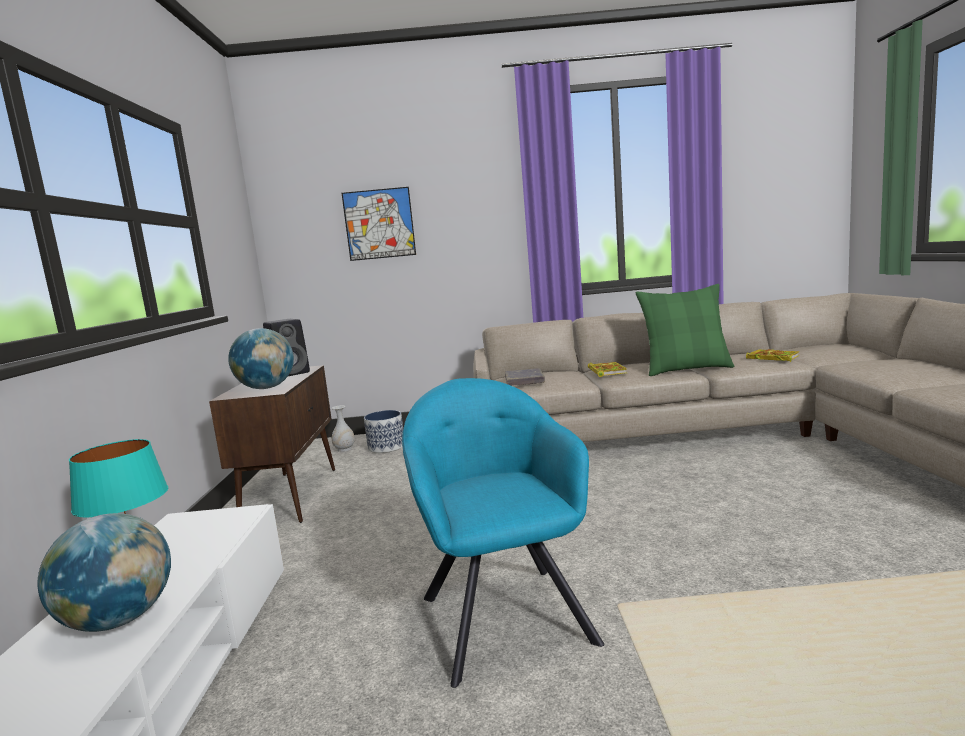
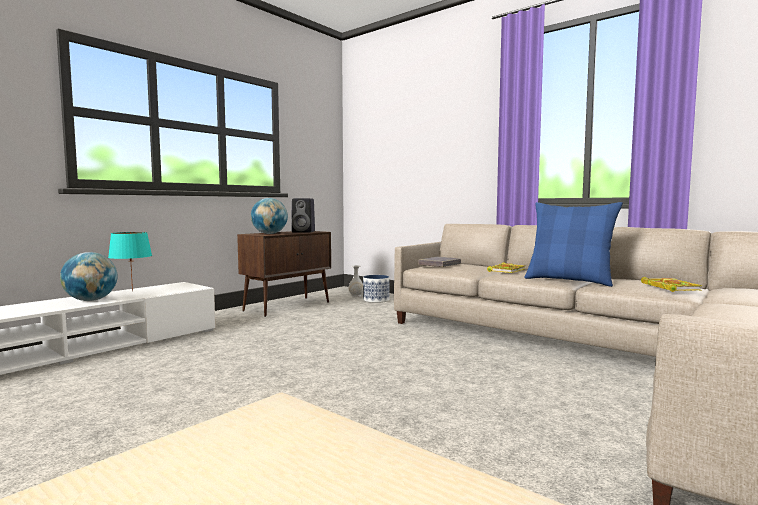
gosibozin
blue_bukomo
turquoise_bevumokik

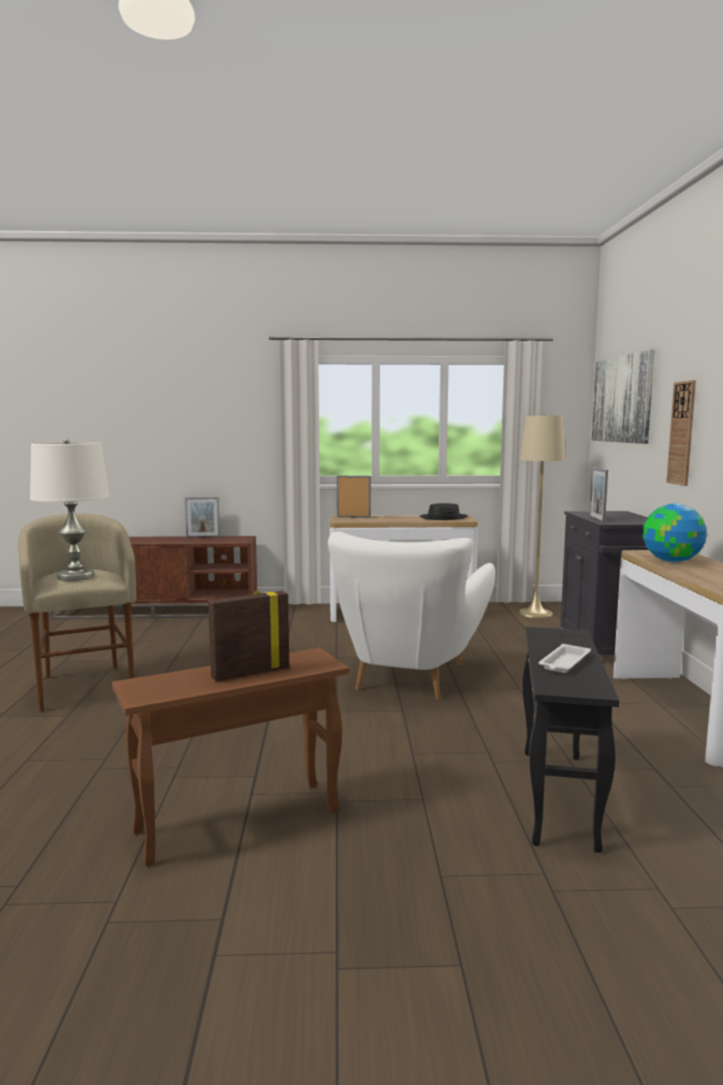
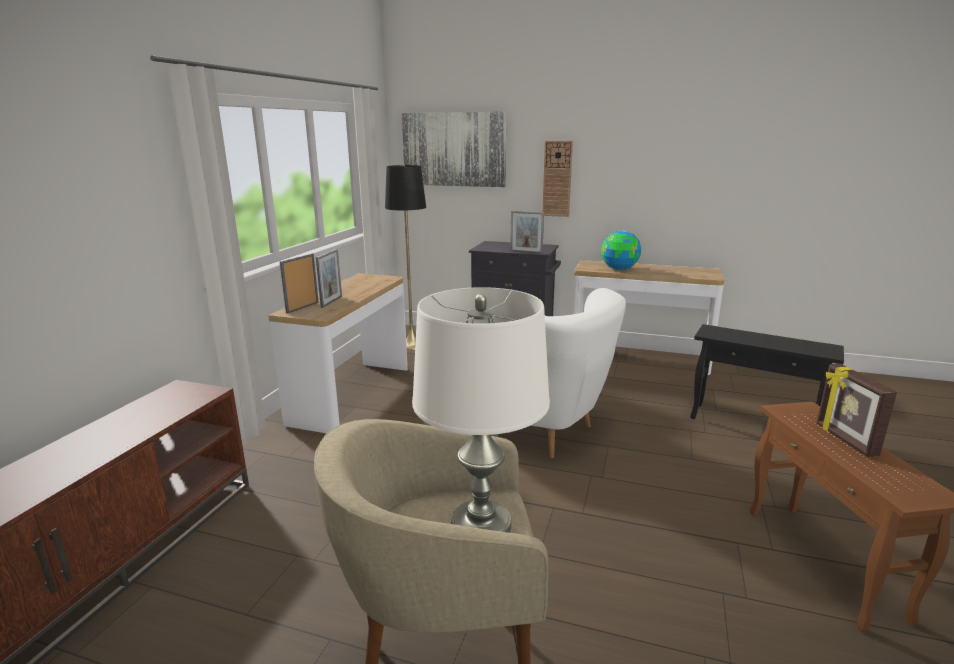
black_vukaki
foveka (2nd from left)
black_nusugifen
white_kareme

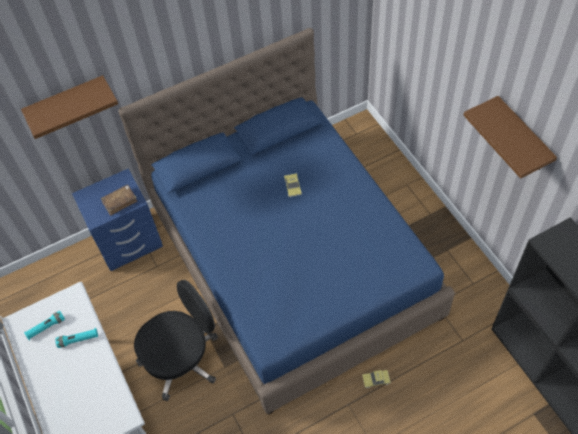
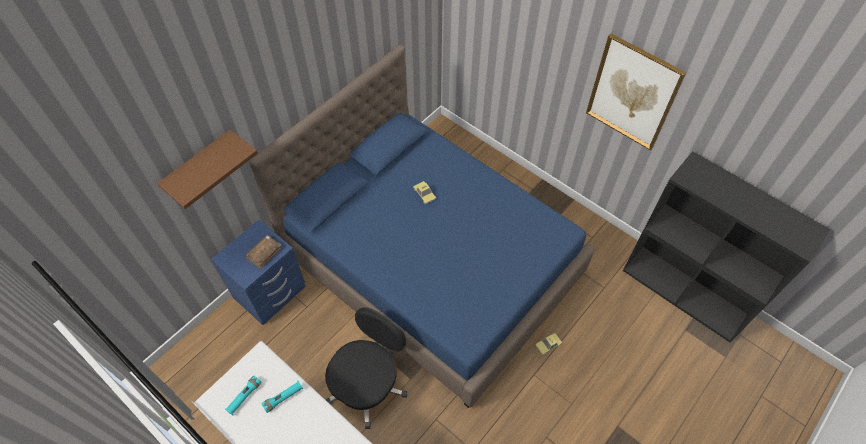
gosibozin

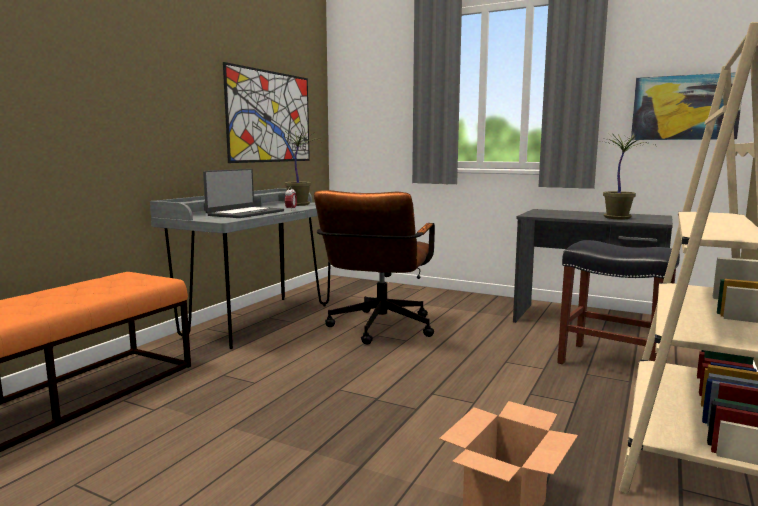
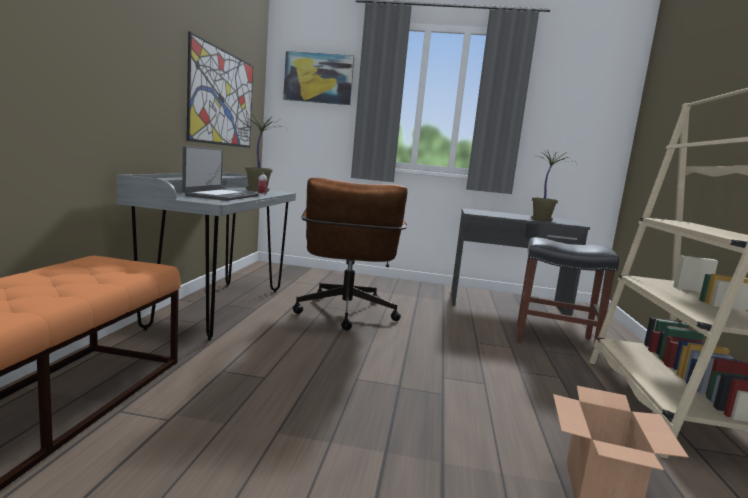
gosibozin (2nd from left)

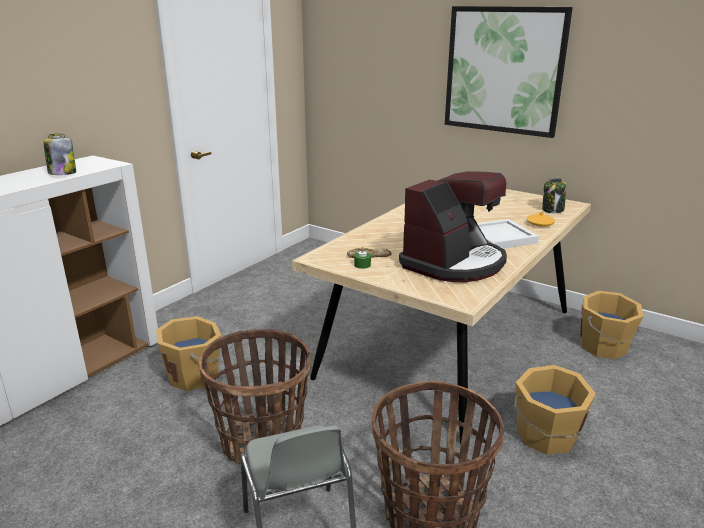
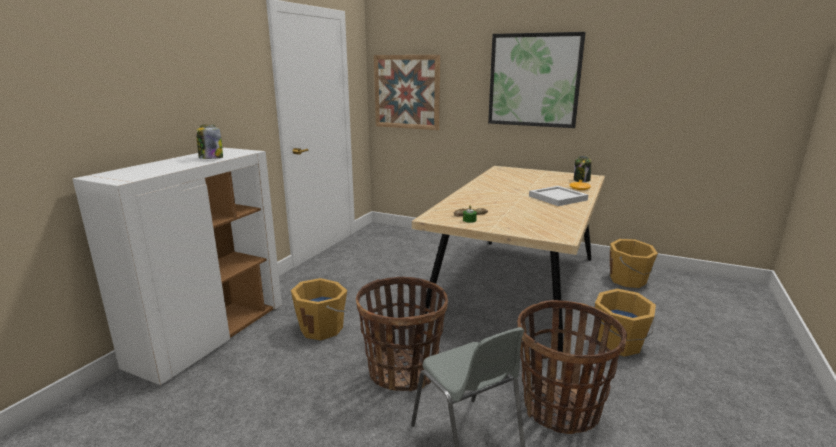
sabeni
gosibozin (1st from left)

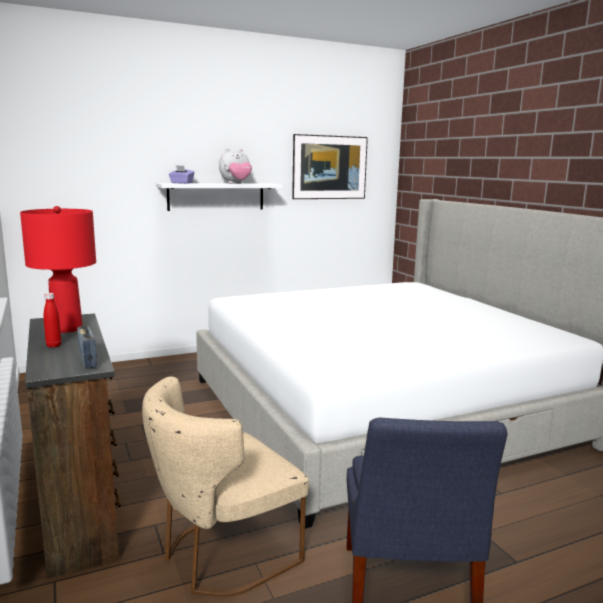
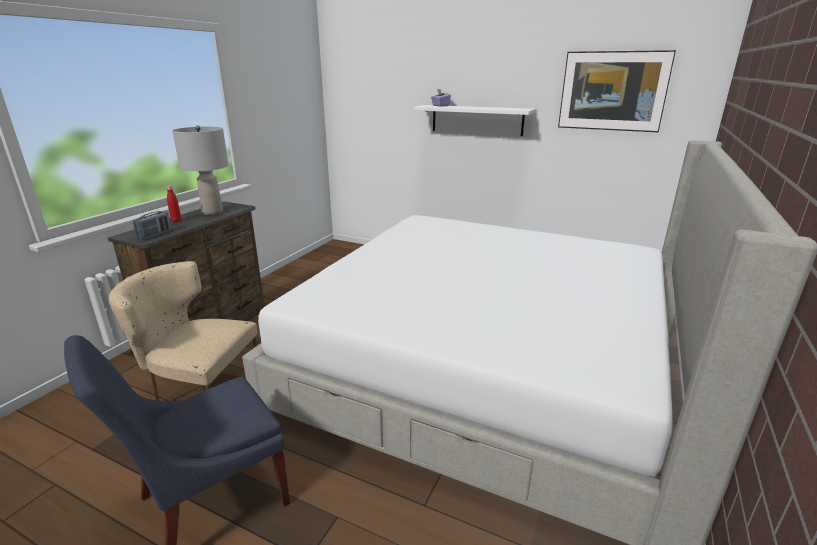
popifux
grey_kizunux

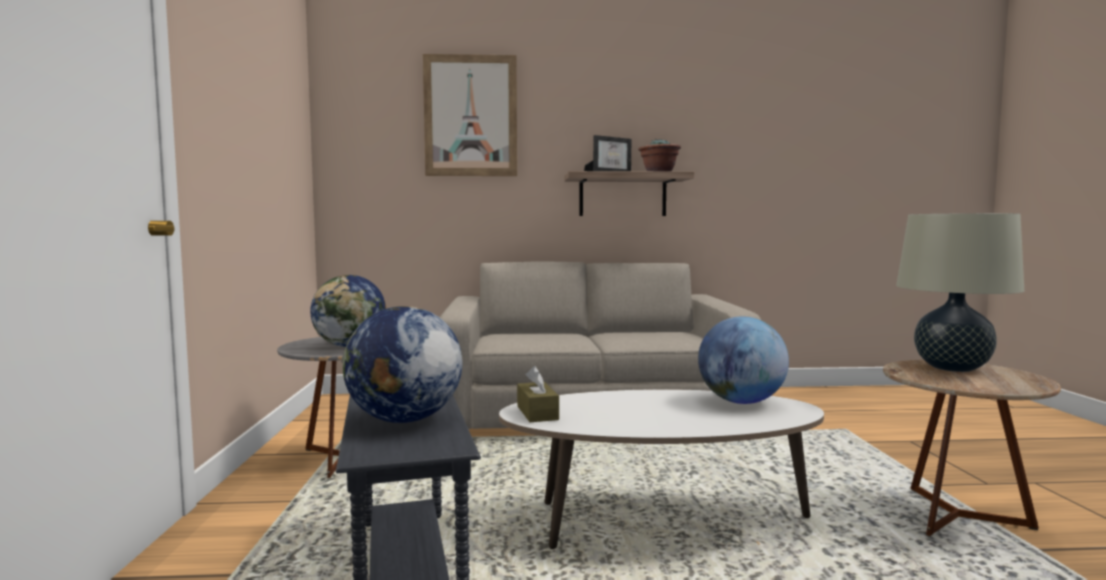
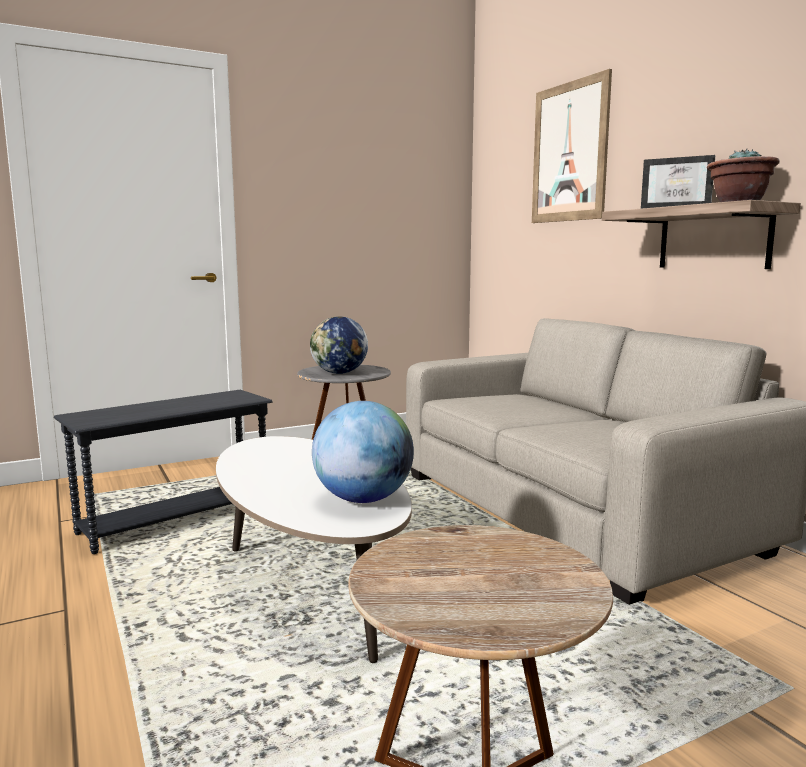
beige_kizunux
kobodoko (2nd from left in the first image)
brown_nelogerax

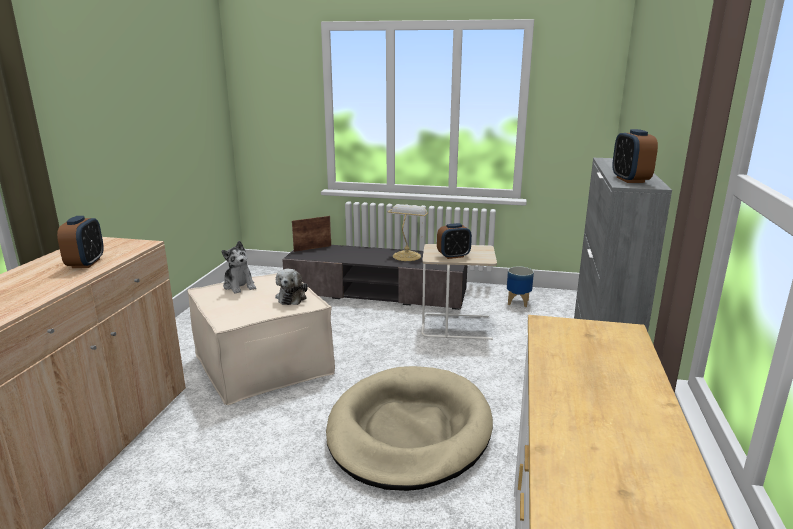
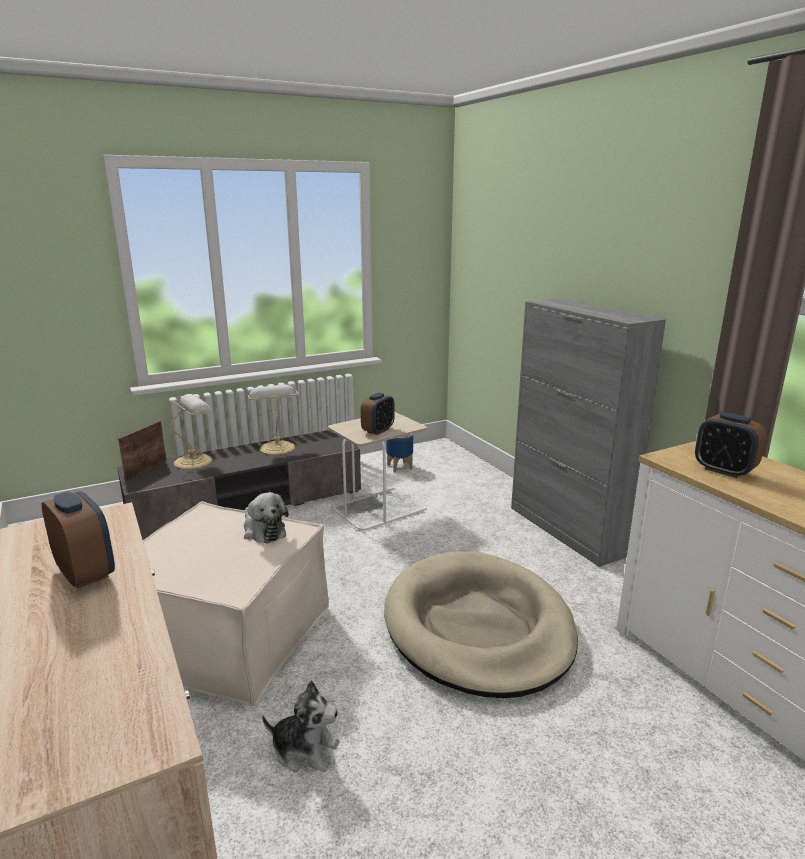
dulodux (3rd from left)
popifux (2nd from left)
kizunux (1st from left)

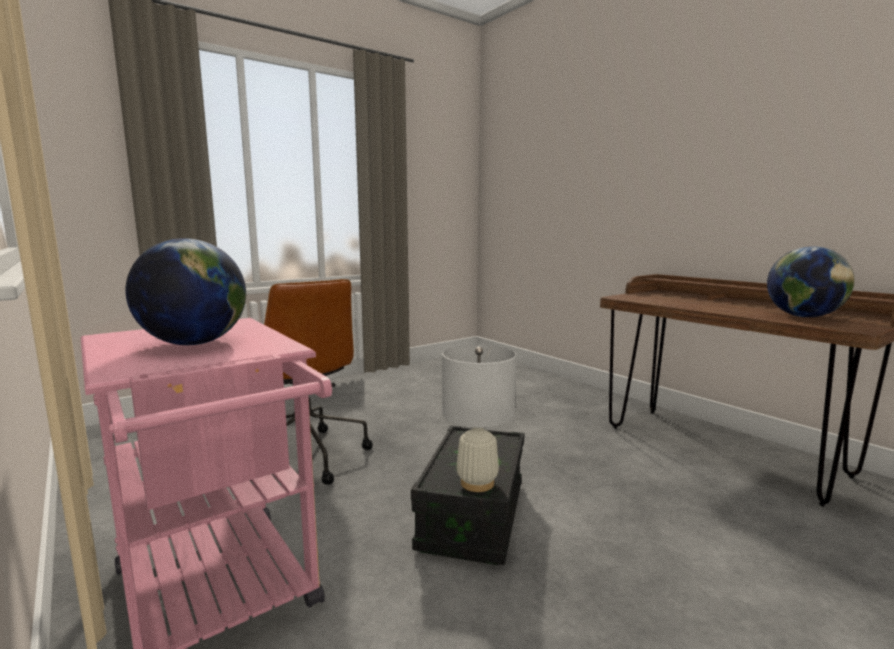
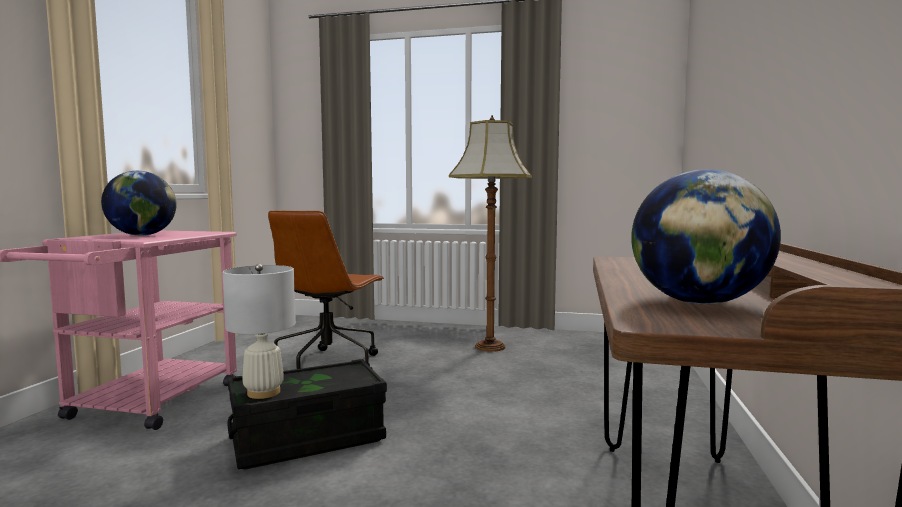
vukaki

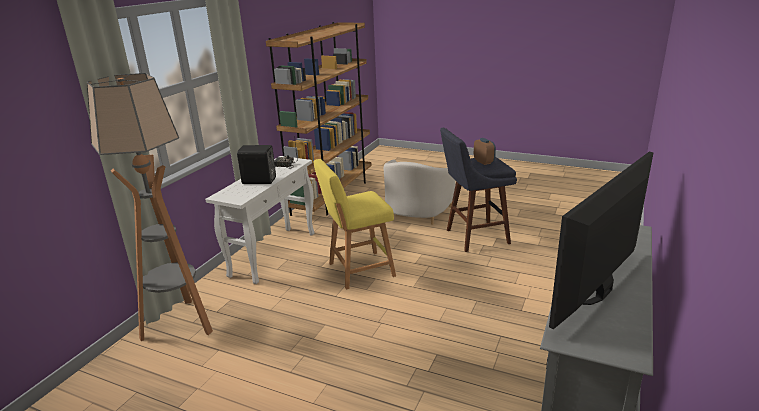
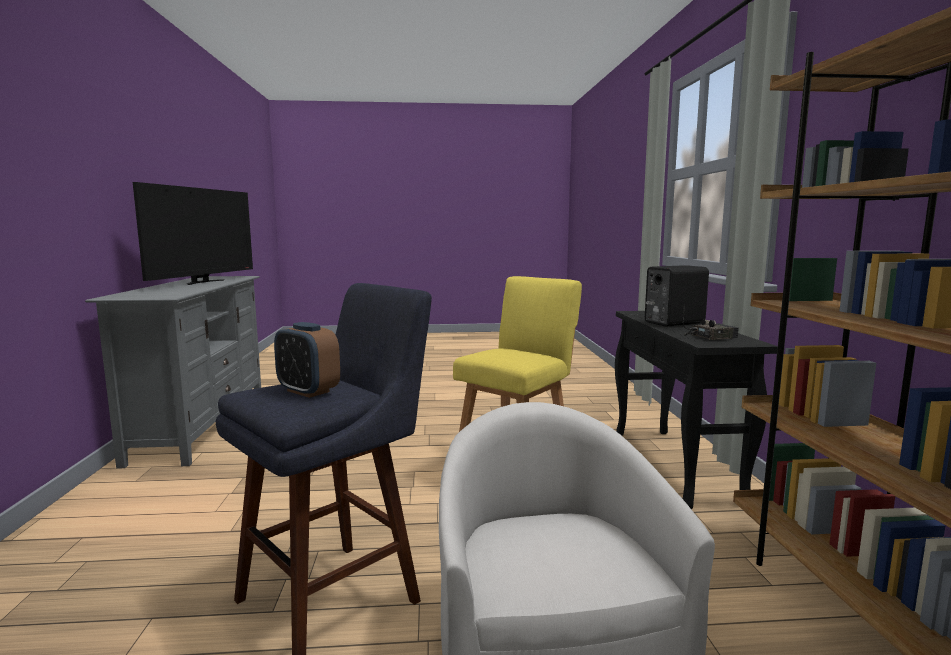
vukaki
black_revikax

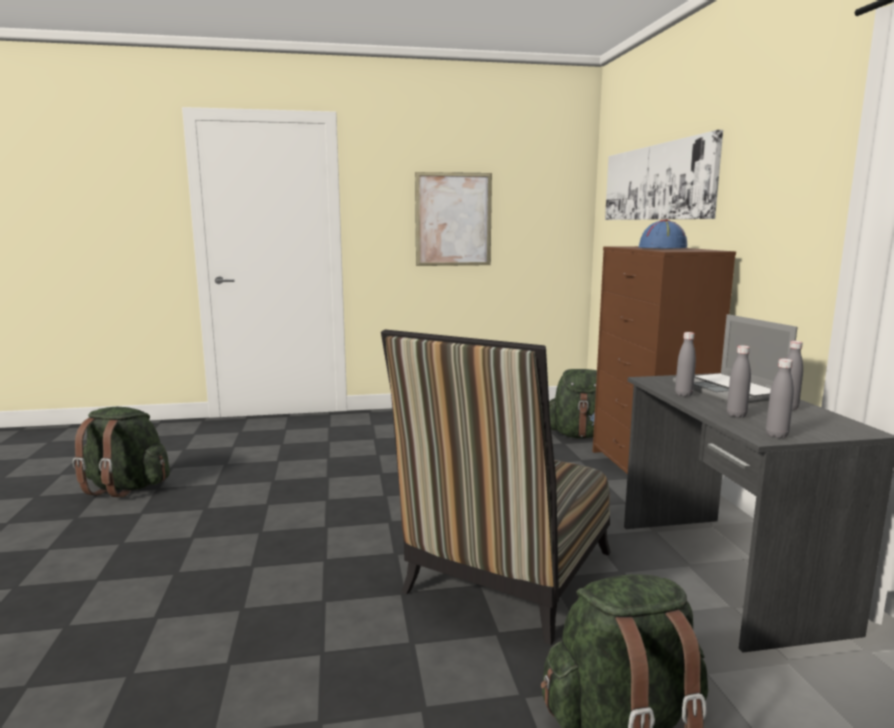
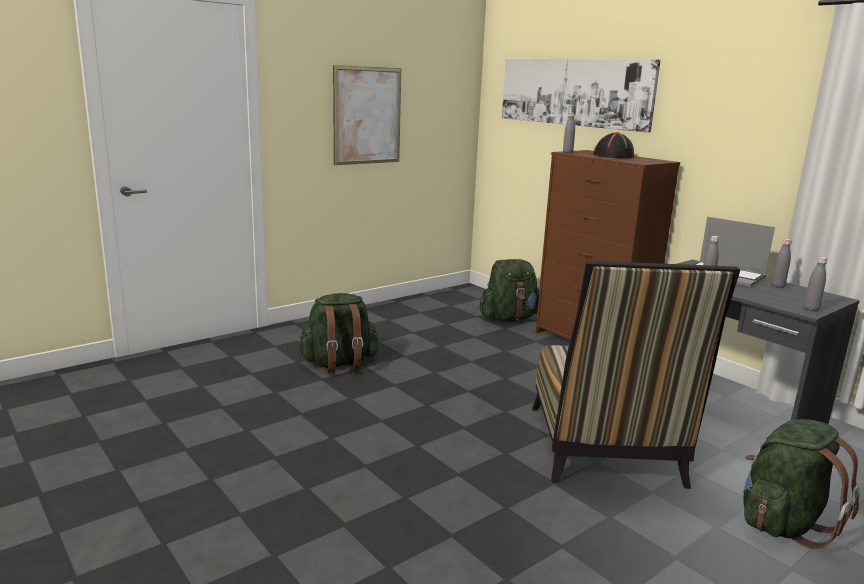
black_nusugifen
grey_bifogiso (1st from left)
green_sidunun (1st from left)

